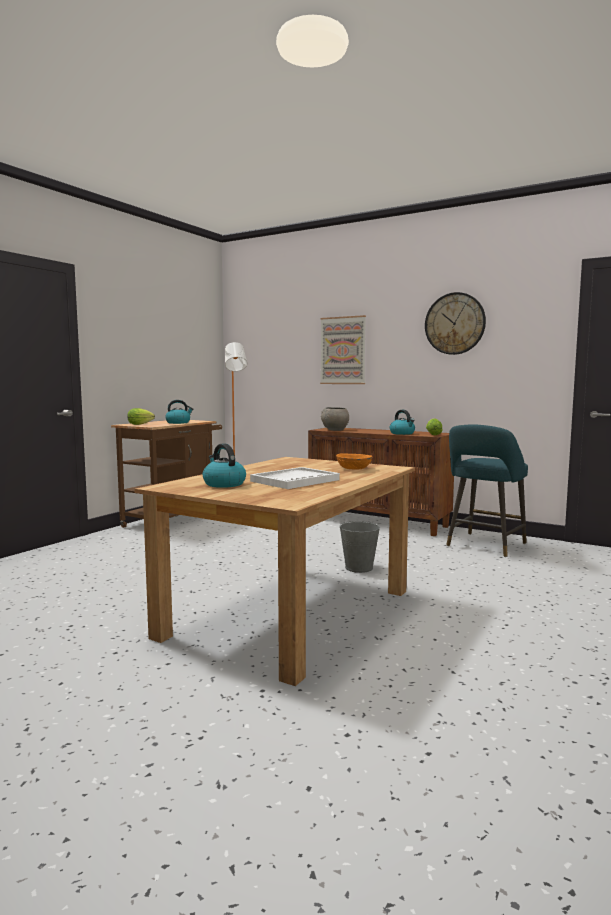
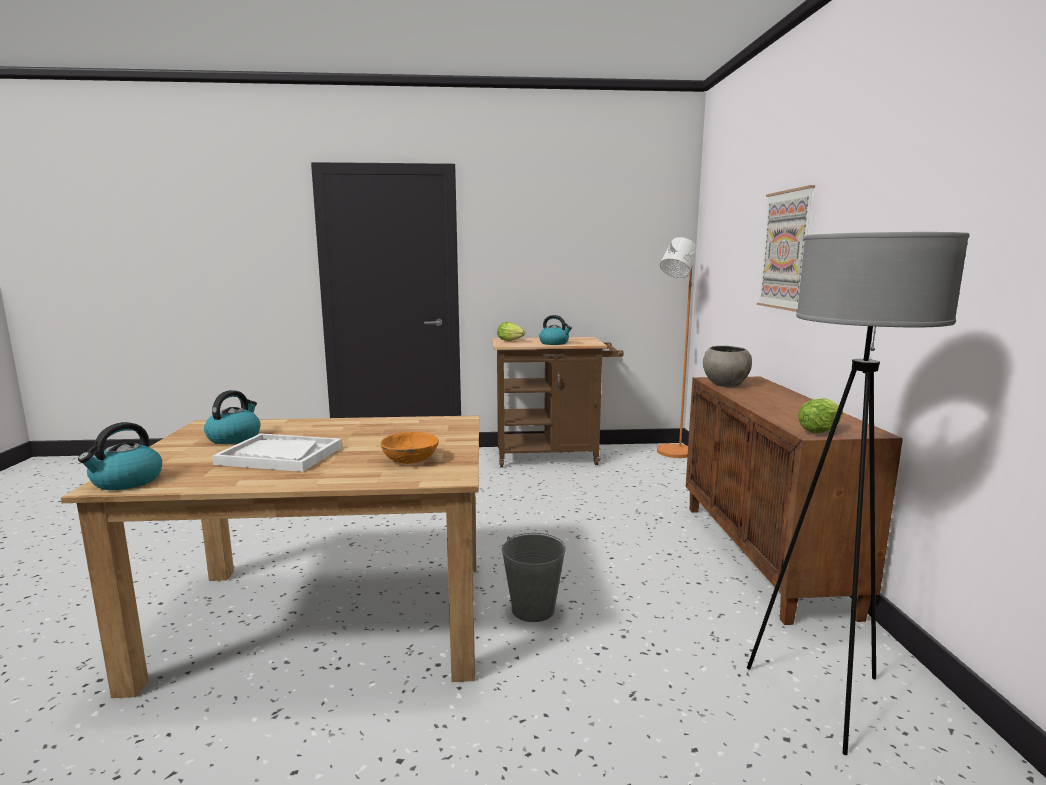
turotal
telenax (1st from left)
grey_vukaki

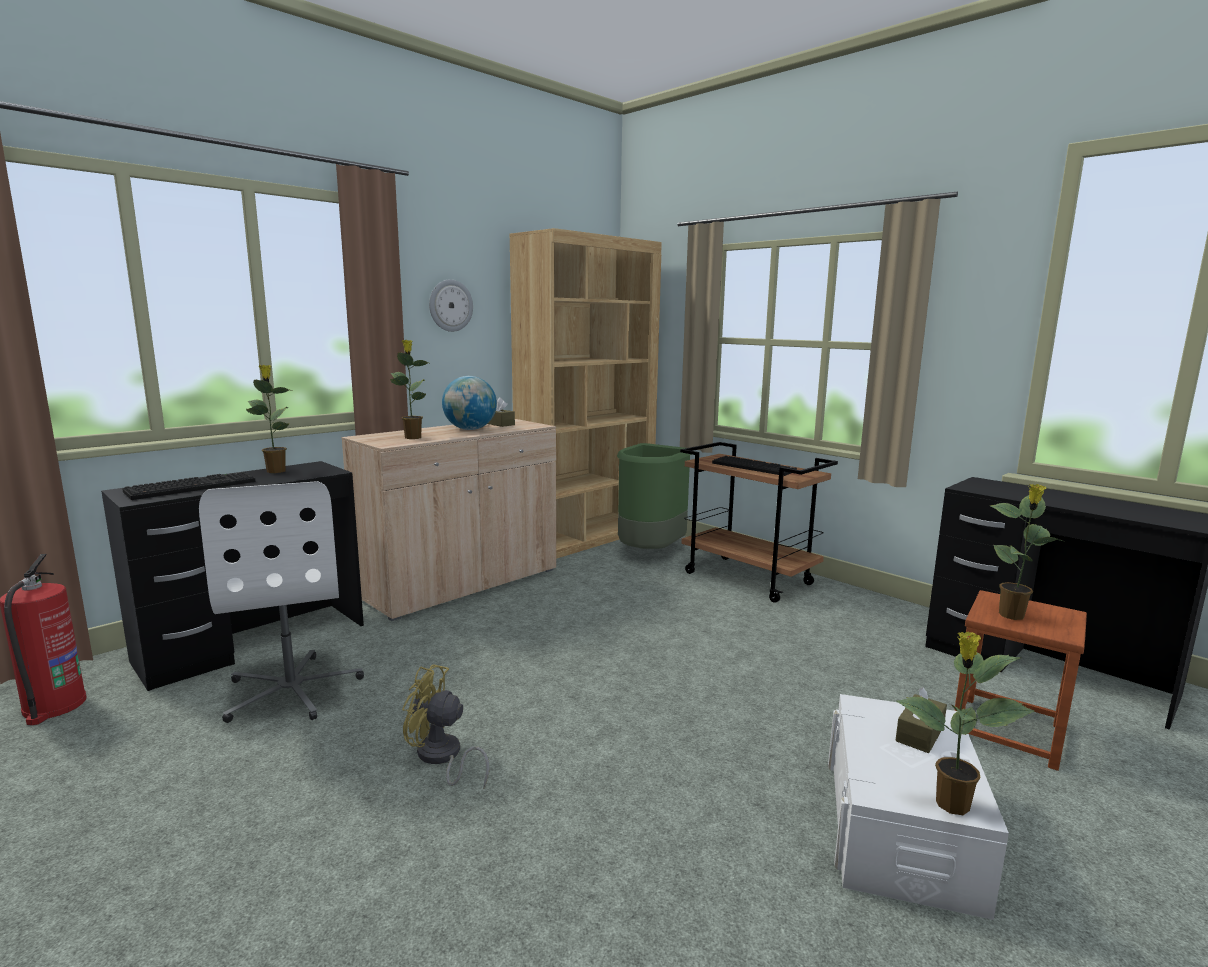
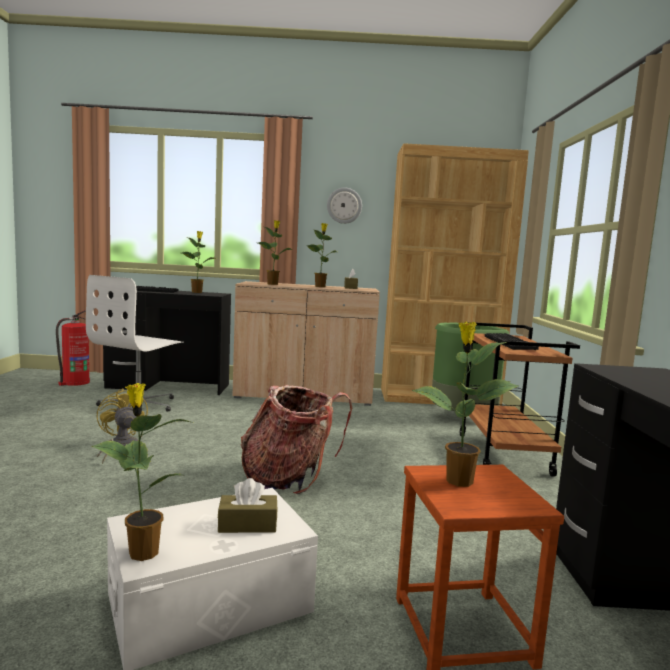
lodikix (4th from left)
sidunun

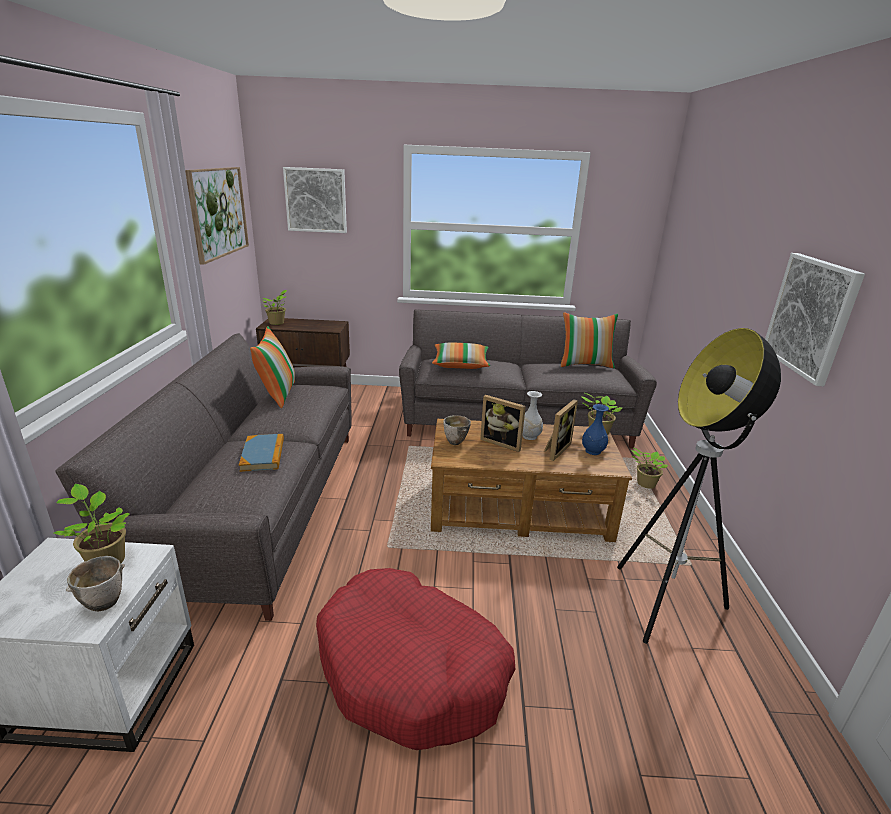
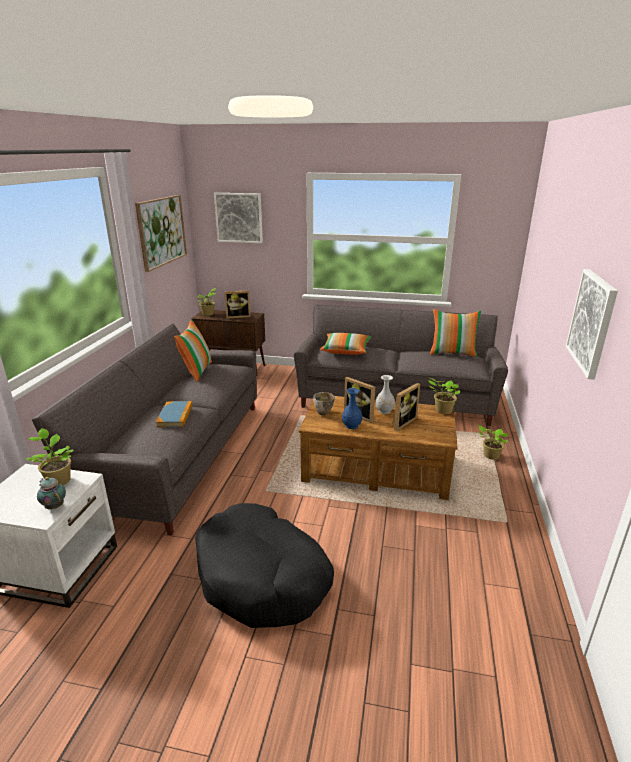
vukaki
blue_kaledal
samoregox
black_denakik
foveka (1st from left)

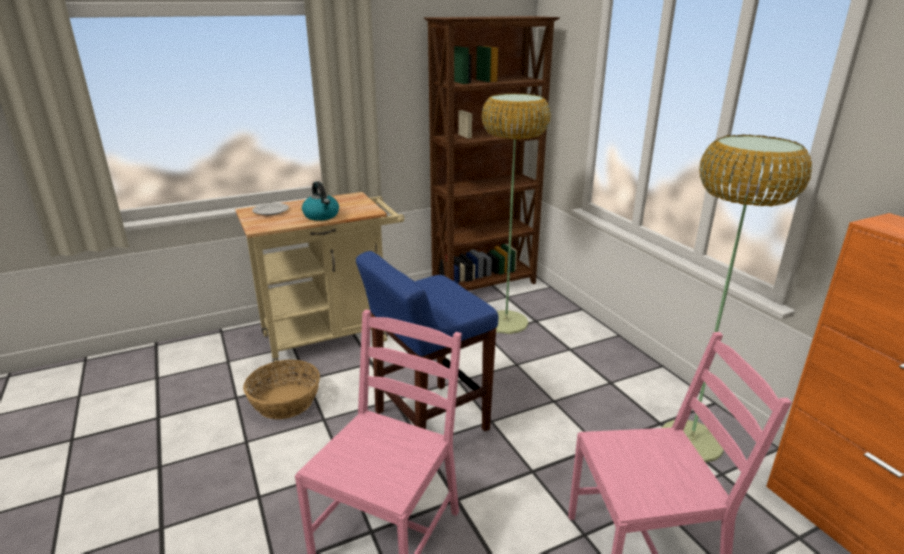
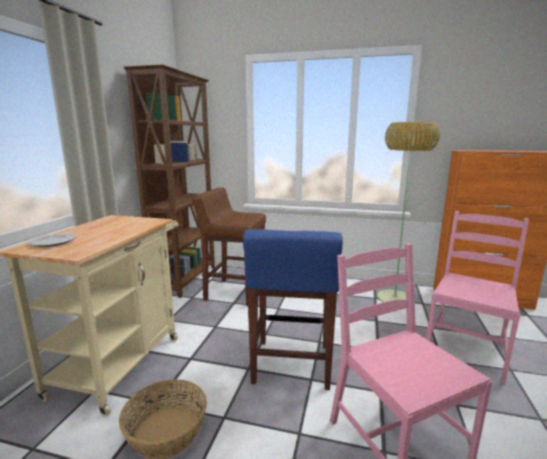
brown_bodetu
telenax

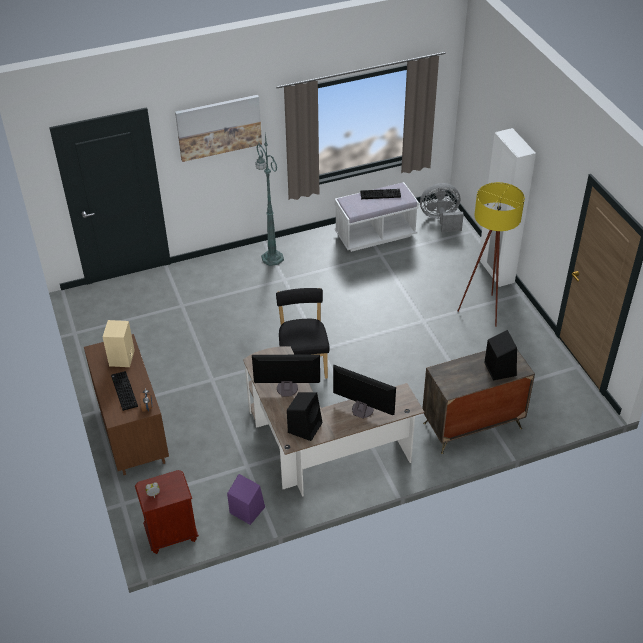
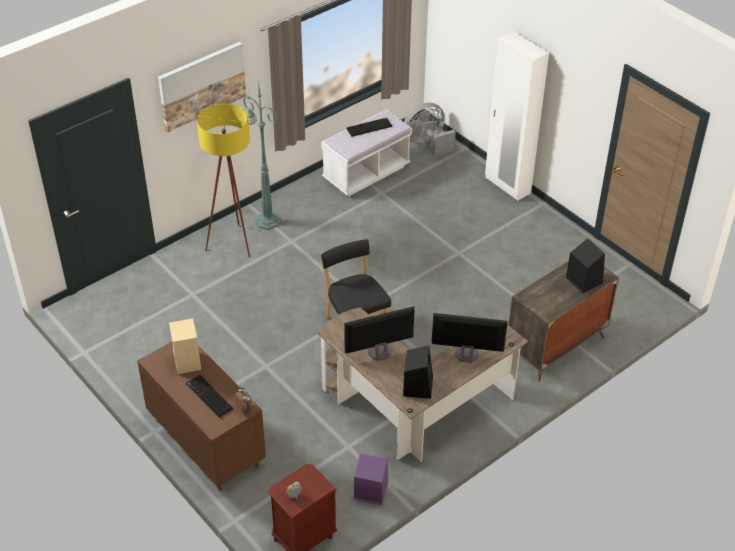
yellow_vukaki

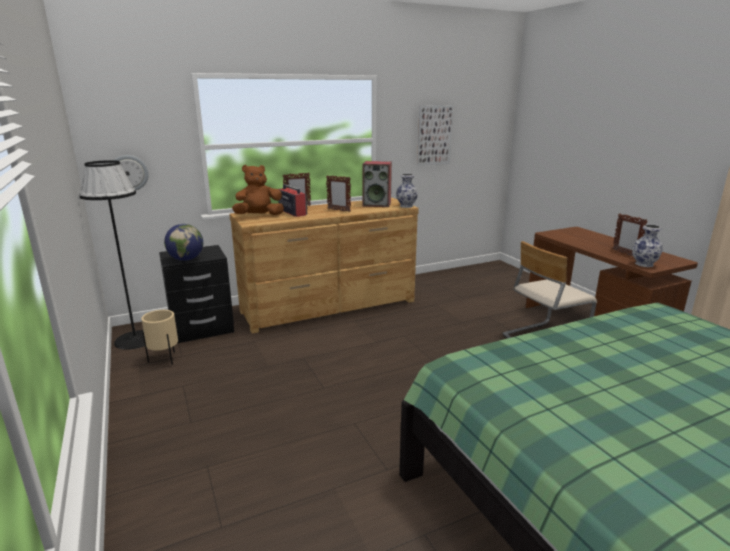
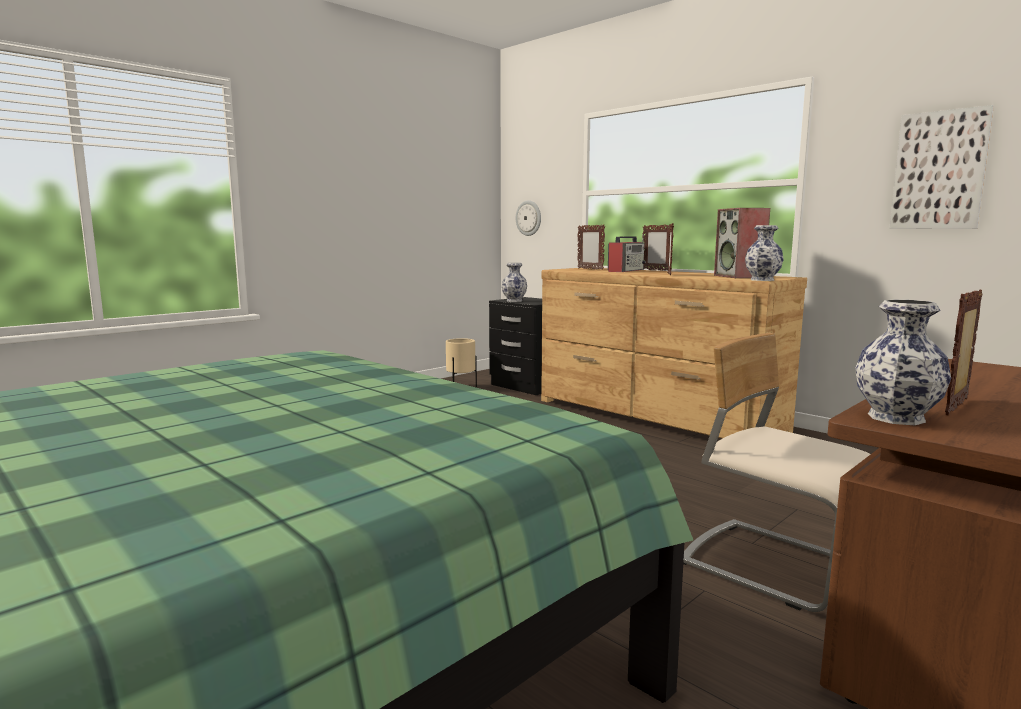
black_vukaki
foveka (1st from left)
kaledal (1st from left)

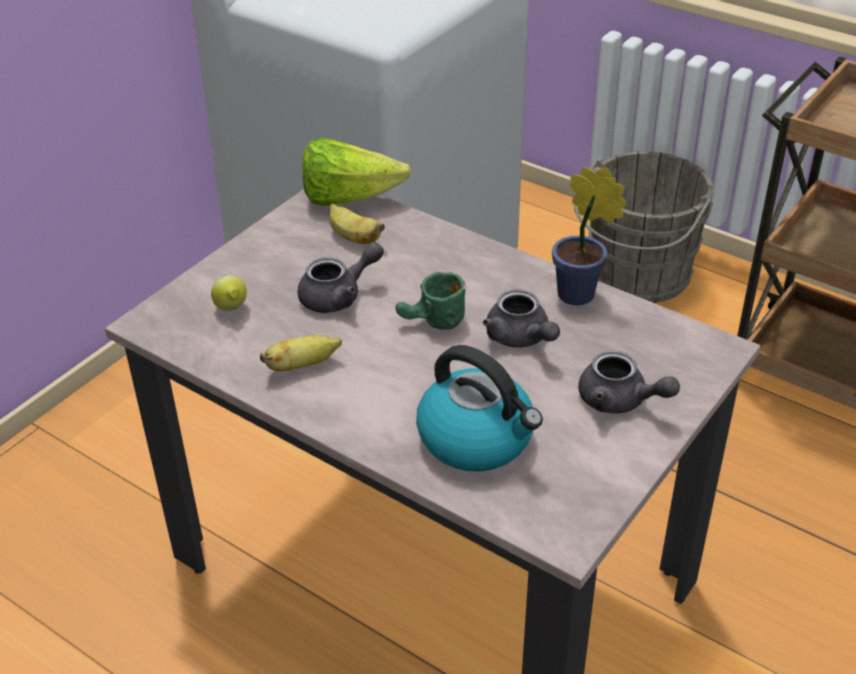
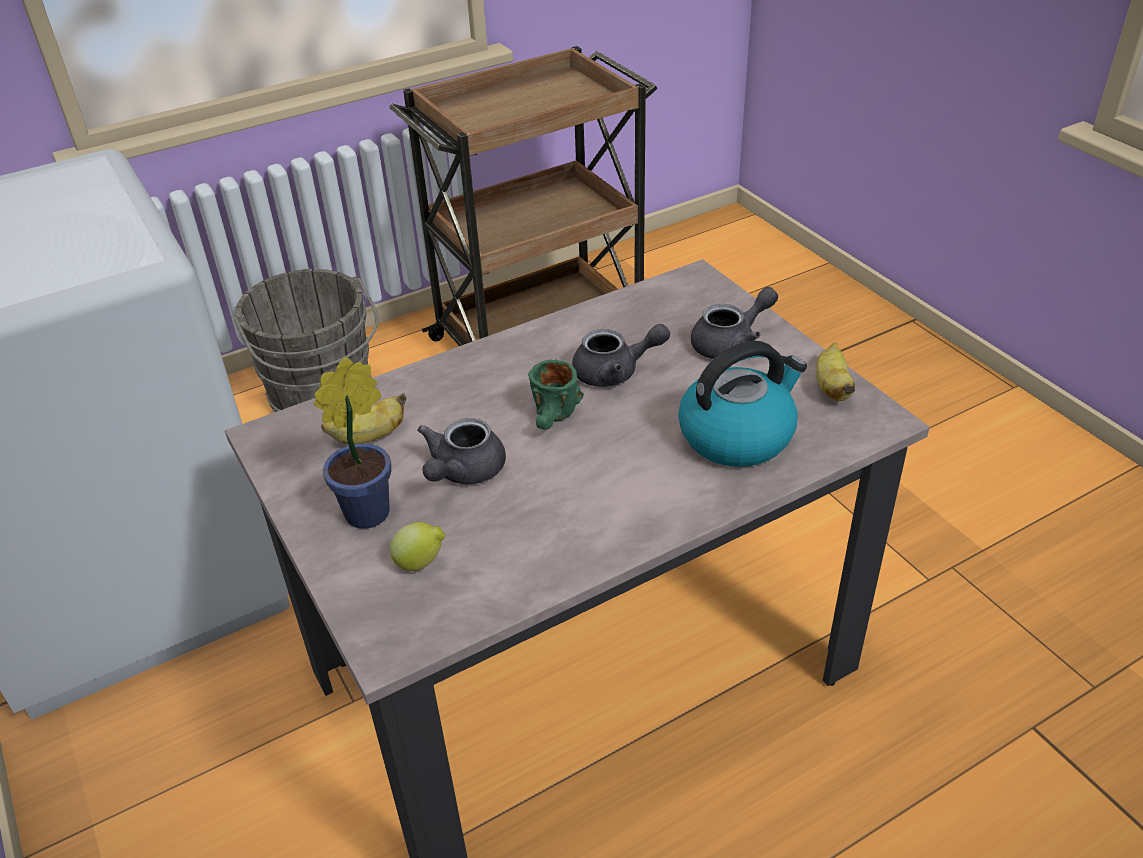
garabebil
lodikix
grey_samoregox (1st from left)
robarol (2nd from left)

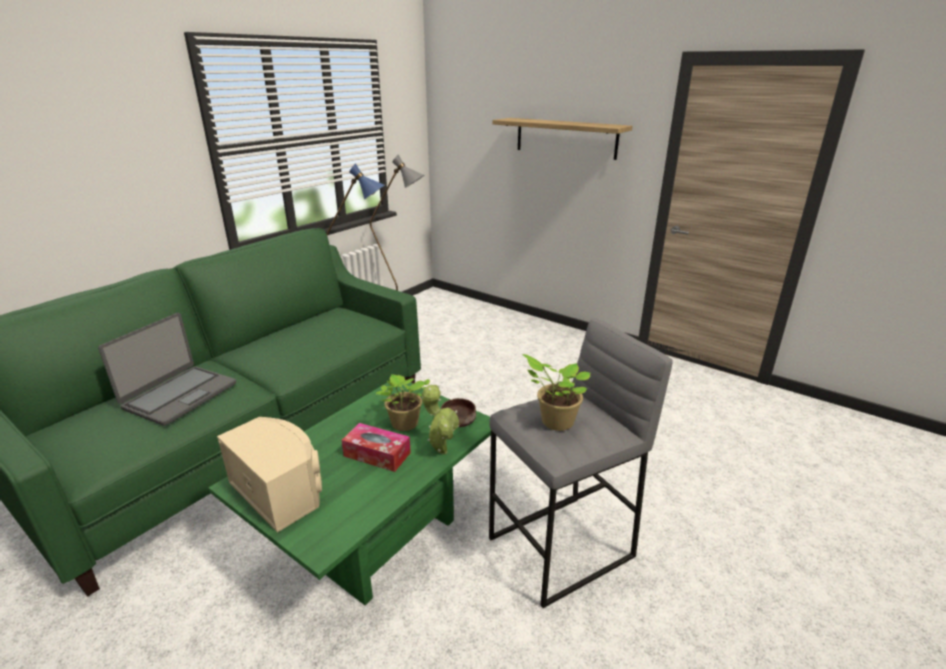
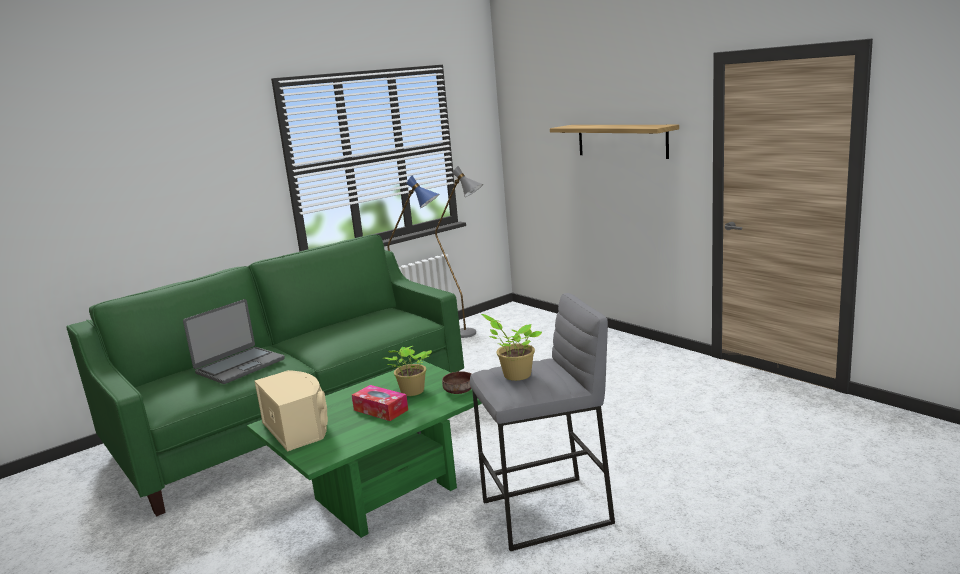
lodikix (2nd from left in the first image)

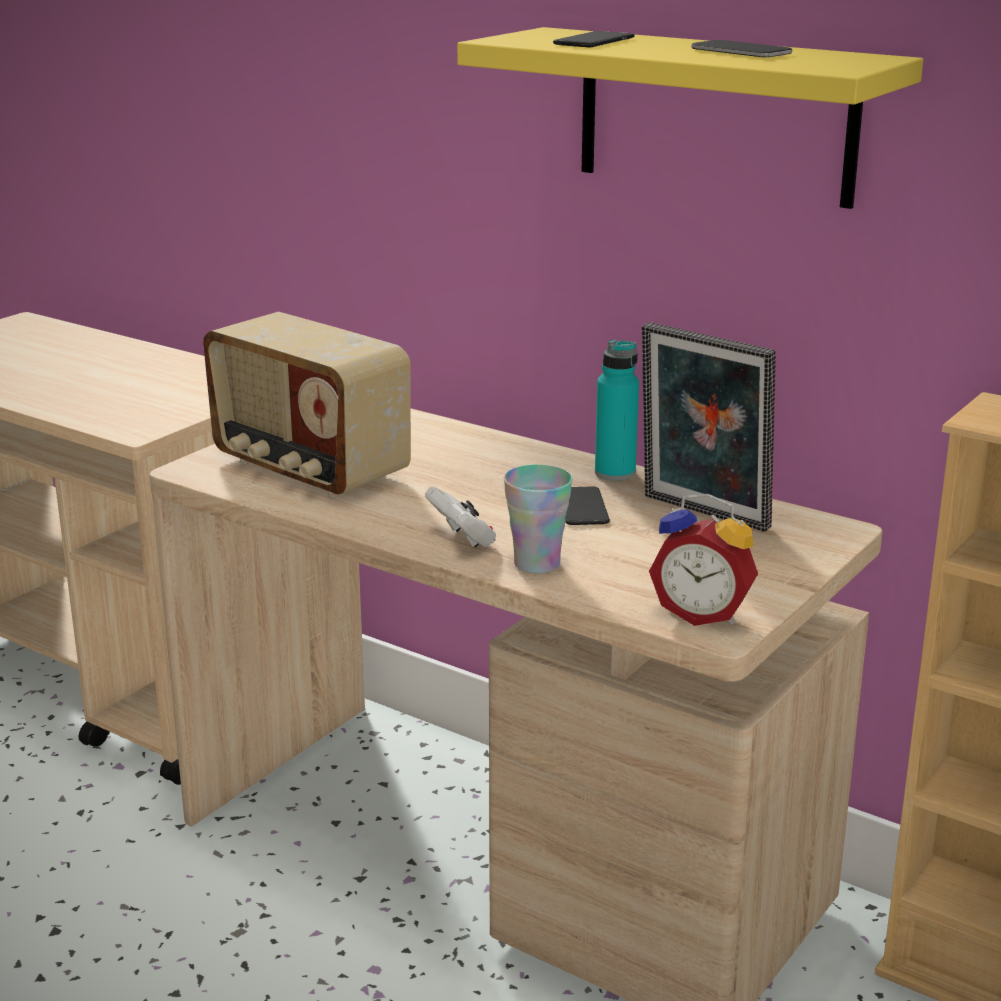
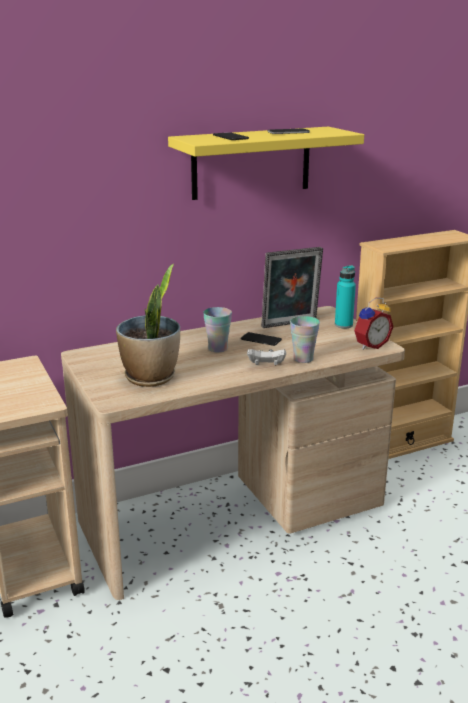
lodikix
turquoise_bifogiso
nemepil (1st from left)

